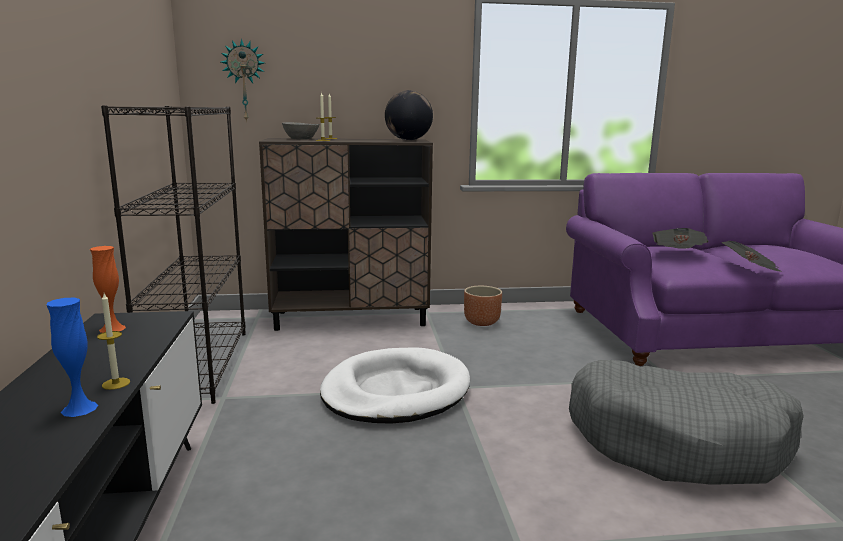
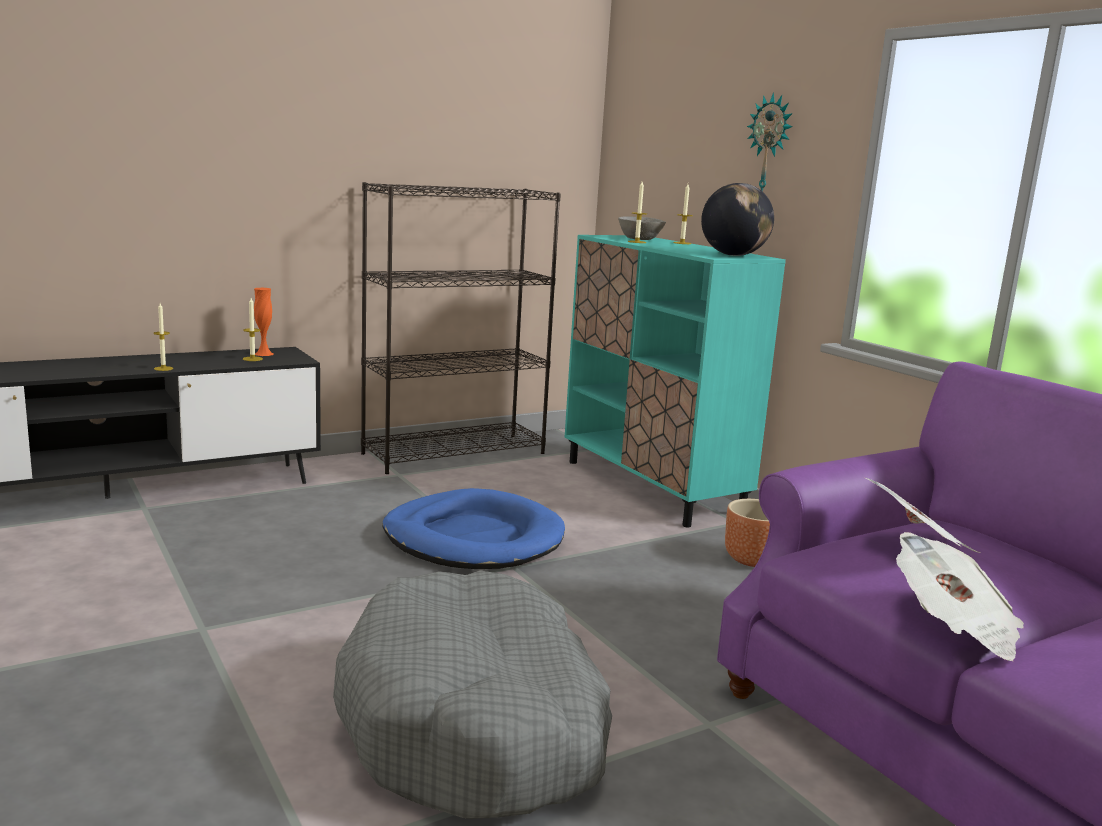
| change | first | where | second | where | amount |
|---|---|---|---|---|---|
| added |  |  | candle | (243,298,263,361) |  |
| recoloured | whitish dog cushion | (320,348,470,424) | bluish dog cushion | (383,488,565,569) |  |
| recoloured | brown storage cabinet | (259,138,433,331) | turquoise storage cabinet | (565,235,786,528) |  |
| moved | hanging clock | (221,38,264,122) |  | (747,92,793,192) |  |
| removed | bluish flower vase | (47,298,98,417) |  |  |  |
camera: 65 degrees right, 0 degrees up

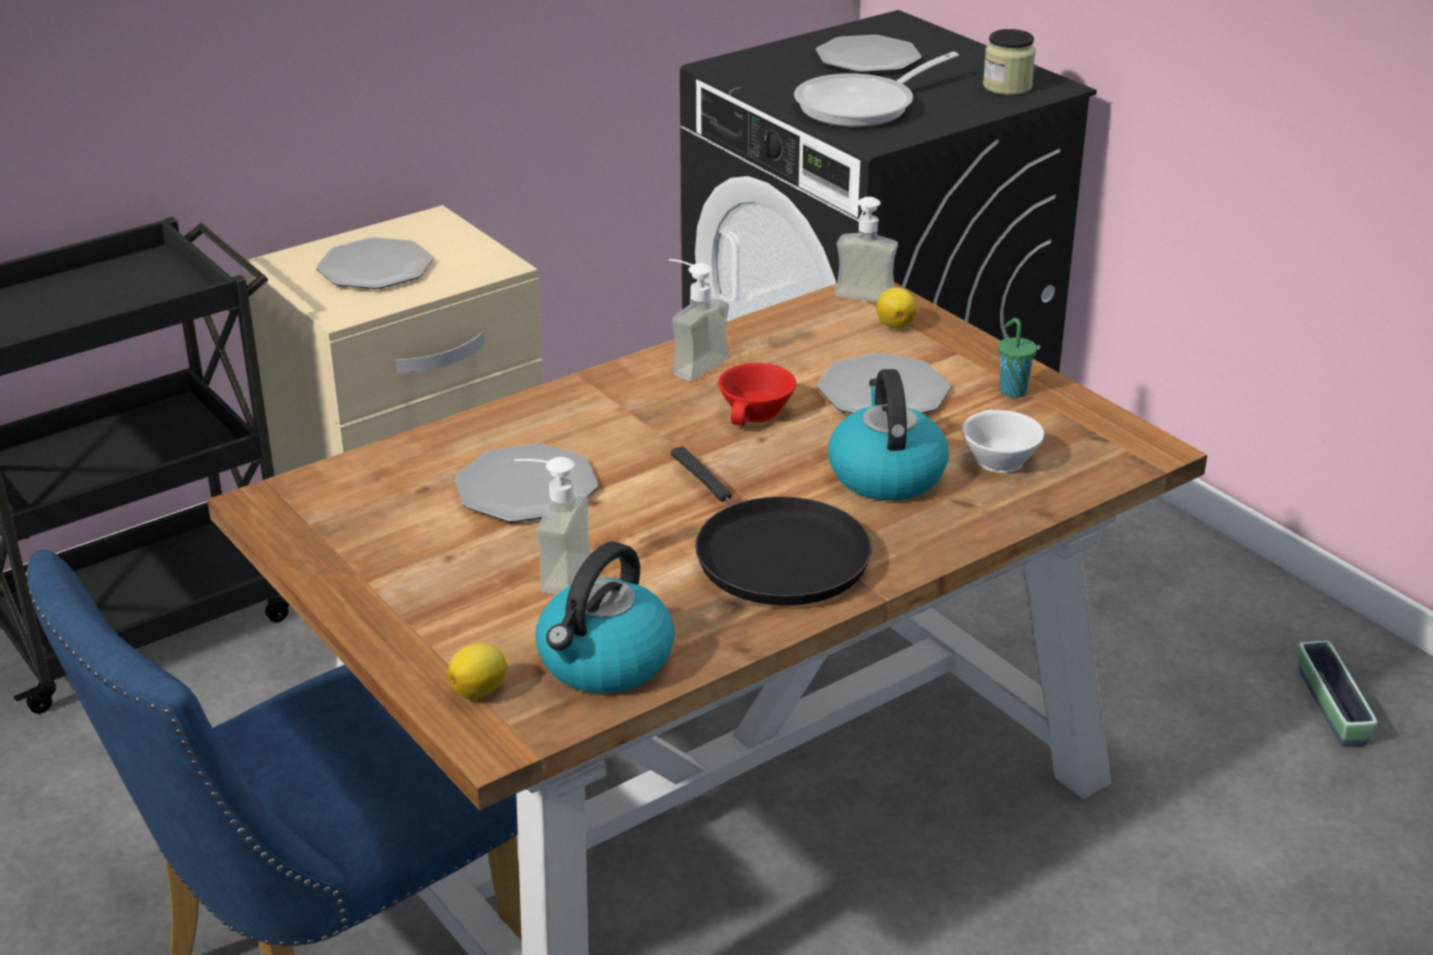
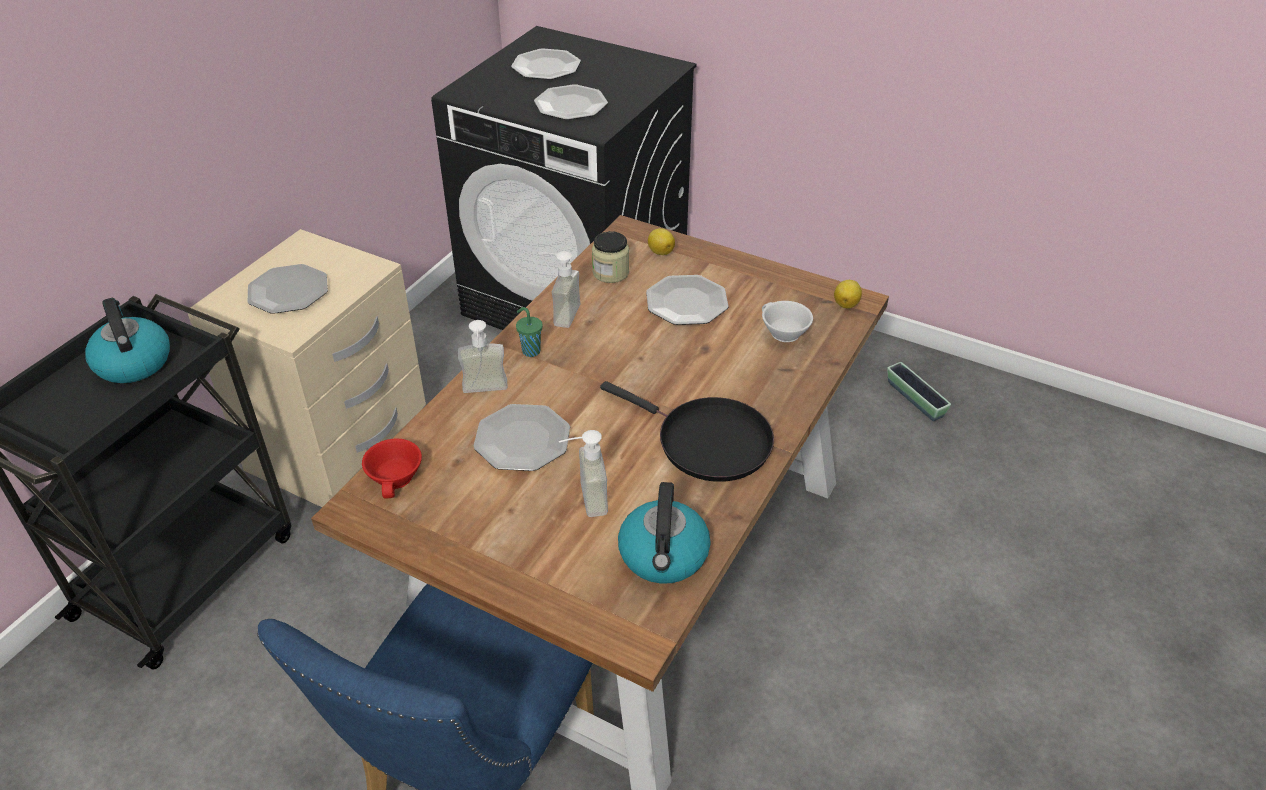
| change | first | where | second | where | amount |
|---|---|---|---|---|---|
| moved | tea kettle | (828,369,949,501) |  | (85,298,170,383) |  |
| moved | reddish cup | (718,363,796,426) |  | (362,439,422,499) |  |
| moved | soap dispenser | (835,197,898,302) |  | (458,320,508,393) |  |
| moved | green cup | (998,318,1037,398) |  | (516,307,543,357) |  |
| replaced | frying pan | (794,52,959,127) | plate | (534,84,608,120) |  |
| moved | preserve jar | (983,29,1036,95) |  | (592,231,629,283) |  |
| moved | lemon | (448,643,507,699) |  | (834,280,862,309) |  |
camera: 25 degrees left, 10 degrees up

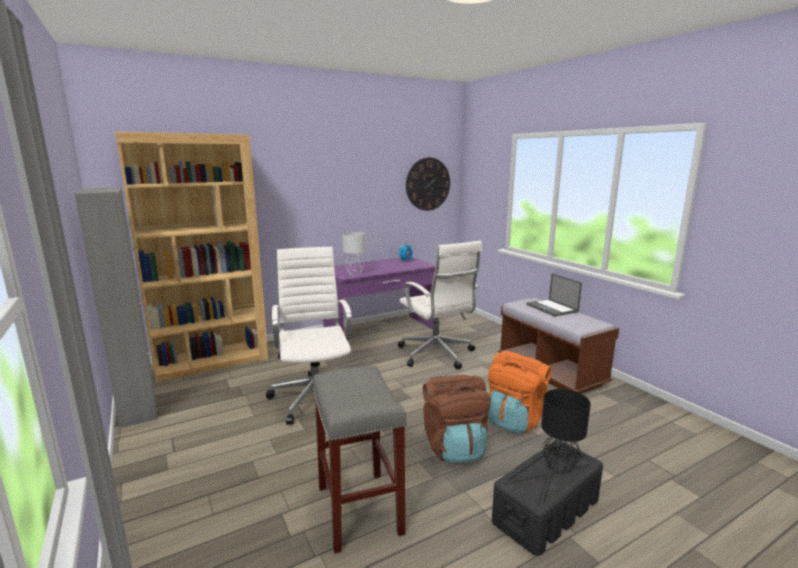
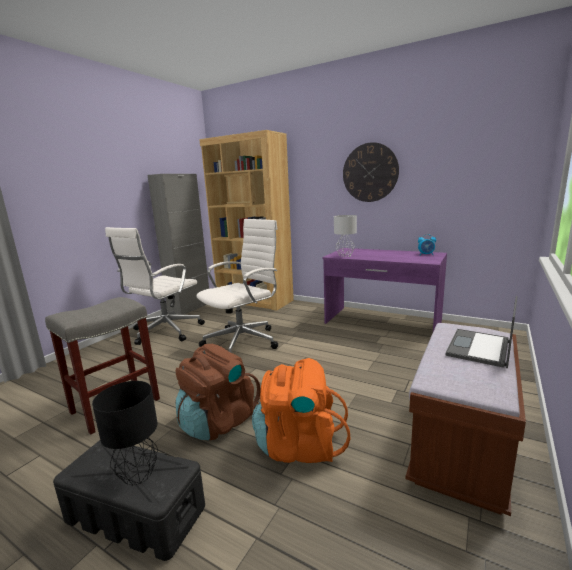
| change | first | where | second | where | amount |
|---|---|---|---|---|---|
| moved | whitish computer chair | (398,241,482,370) |  | (105,227,205,345) |  |
| moved | hanging clock | (406,158,450,211) |  | (343,142,399,202) |  |
camera: 60 degrees right, 0 degrees up

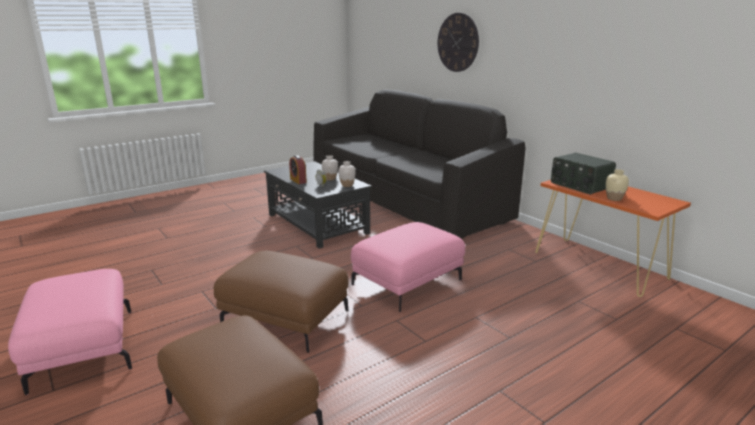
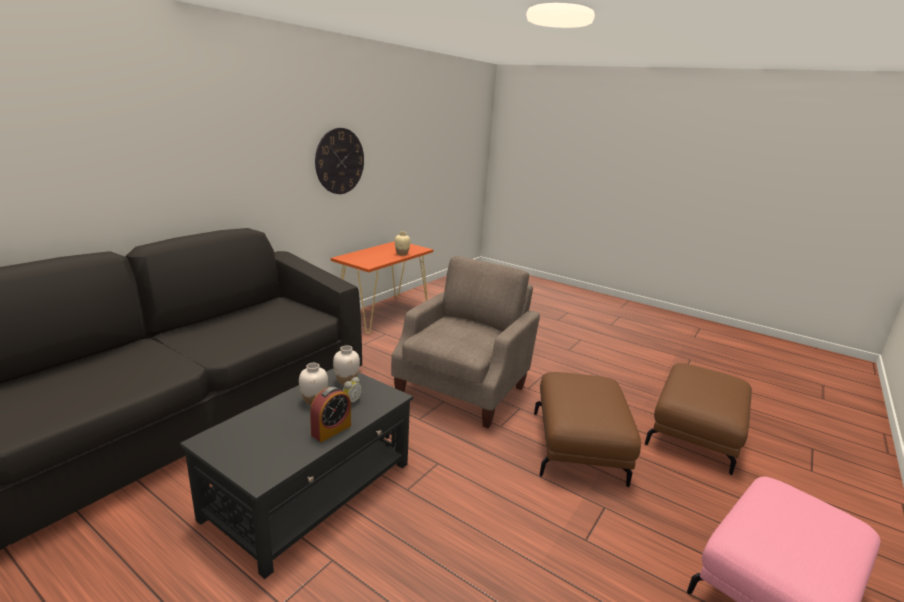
| change | first | where | second | where | amount |
|---|---|---|---|---|---|
| moved | hanging clock | (437,13,479,72) |  | (315,128,364,194) |  |
| replaced | pink-coloured pouffe | (351,222,465,312) | sand-coloured easy chair | (391,256,540,428) |  |
| removed | radio set | (551,153,616,194) |  |  |  |
camera: 110 degrees left, 0 degrees up

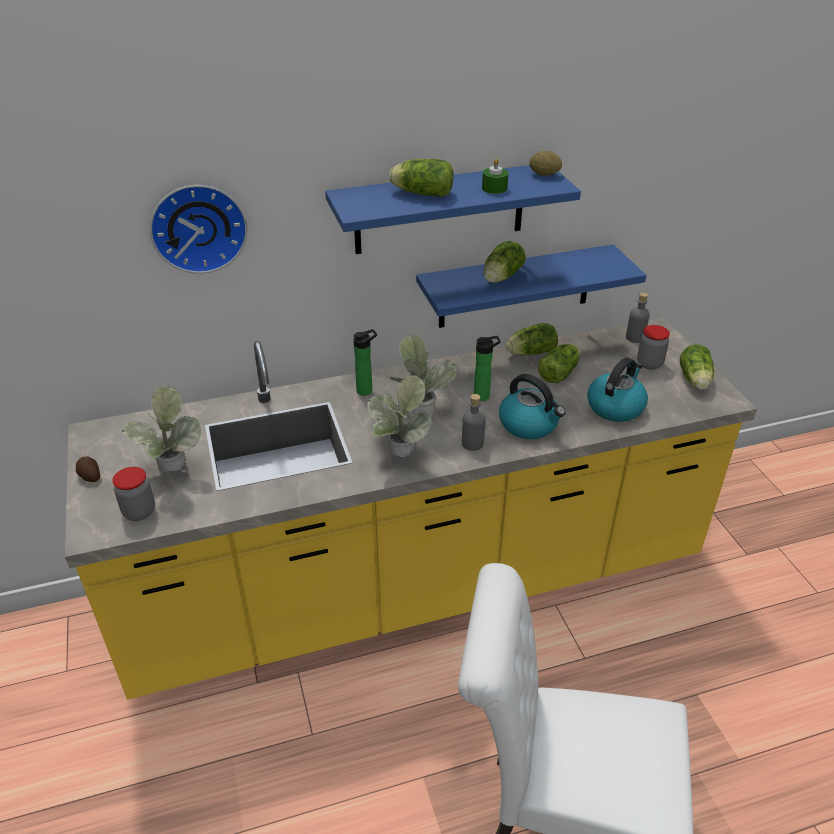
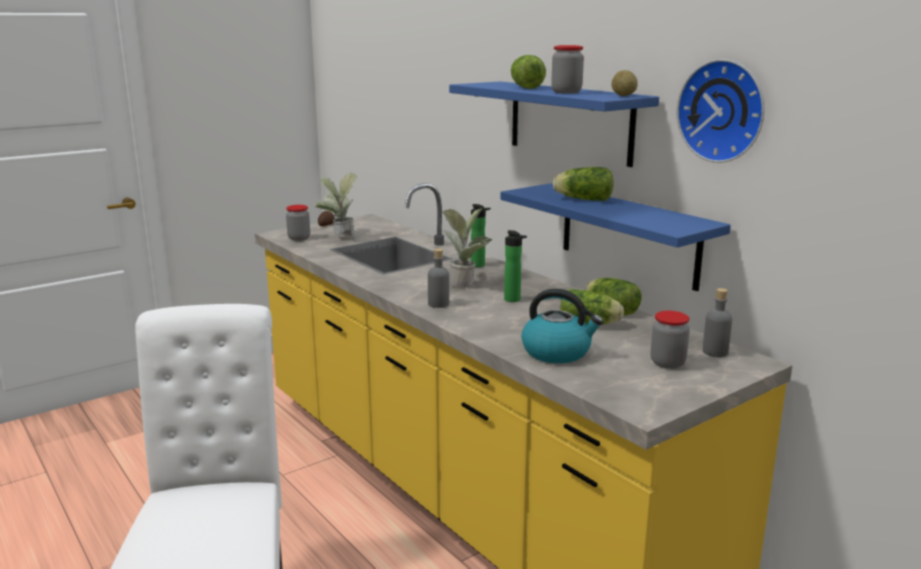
| change | first | where | second | where | amount |
|---|---|---|---|---|---|
| replaced | green candle | (482,159,508,194) | preserve jar | (551,45,584,94) |  |
| moved | hanging clock | (150,185,247,274) |  | (677,59,765,163) |  |
| removed | houseplant | (367,375,432,457) |  |  |  |
| removed | tea kettle | (499,374,566,439) |  |  |  |
| removed | lettuce | (680,344,714,390) |  |  |  |
camera: 70 degrees right, 20 degrees down

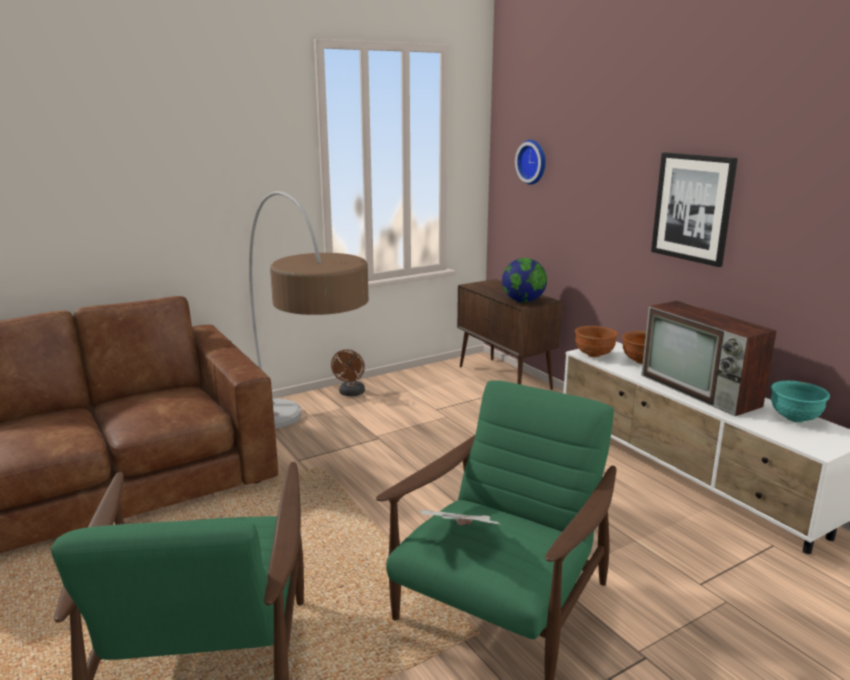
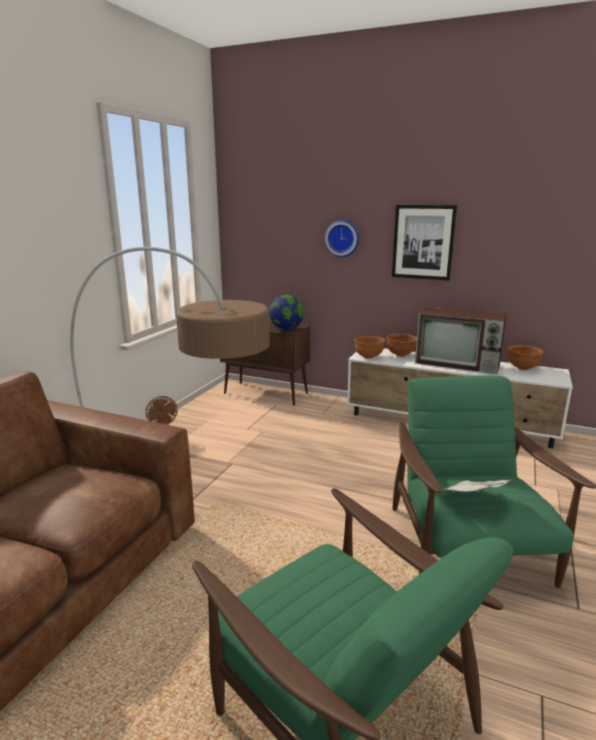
| change | first | where | second | where | amount |
|---|---|---|---|---|---|
| moved | hanging clock | (515,140,546,185) |  | (325,220,359,257) |  |
| recoloured | turquoise bowl | (771,381,830,423) | brown bowl | (508,345,544,370) |  |
camera: 35 degrees left, 0 degrees up

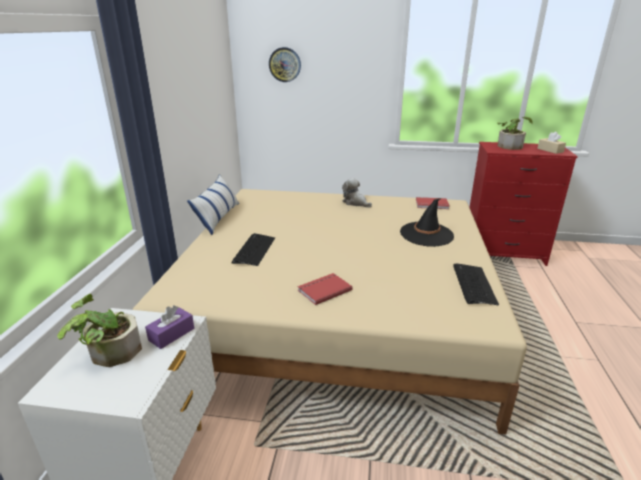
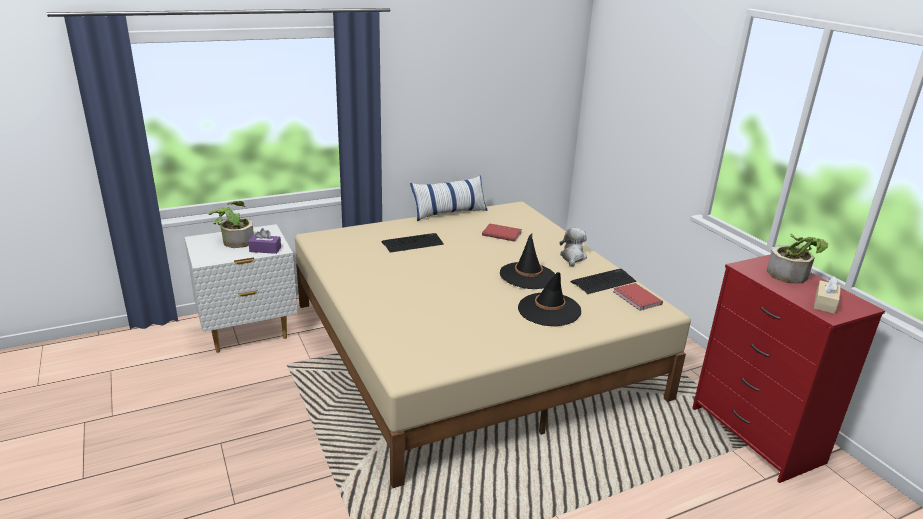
| change | first | where | second | where | amount |
|---|---|---|---|---|---|
| moved | reddish book | (297,273,353,305) |  | (482,224,522,242) |  |
| added |  |  | black-coloured hat | (500,233,555,289) |  |
| moved | keyboard | (453,263,499,305) |  | (571,269,636,294) |  |
| removed | hanging clock | (269,47,301,82) |  |  |  |
camera: 55 degrees right, 0 degrees up

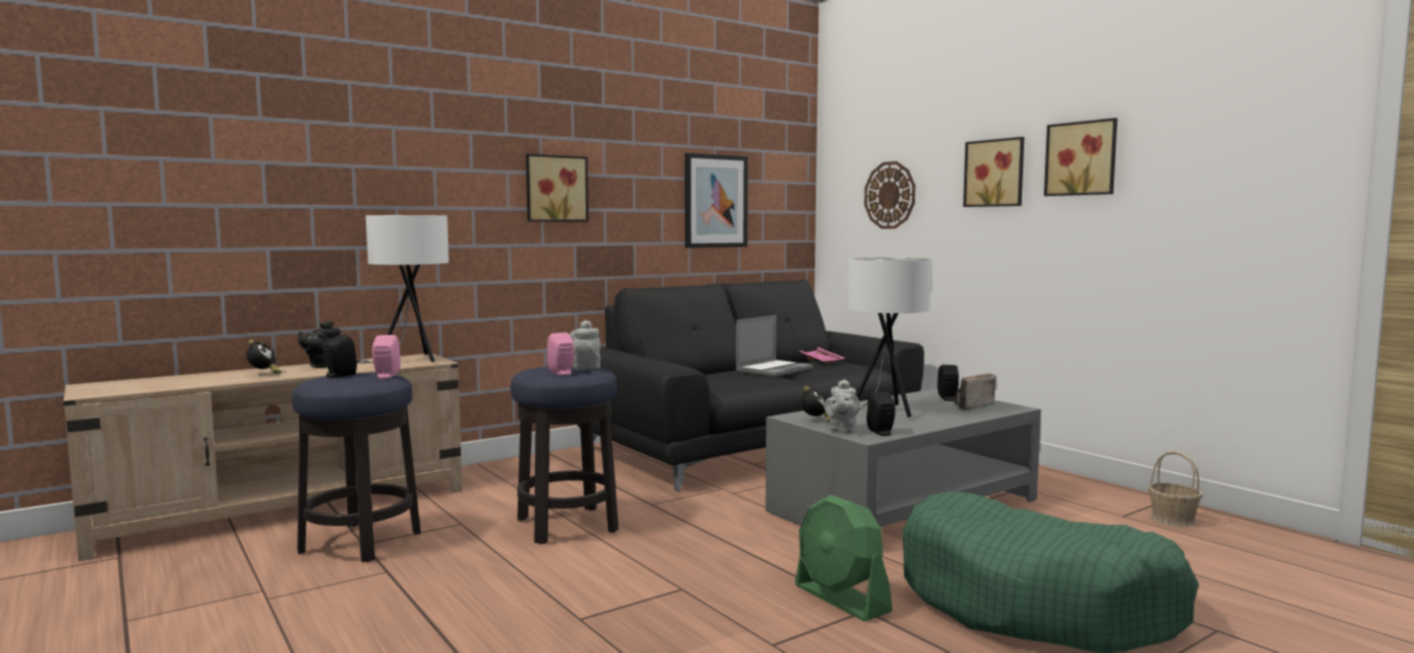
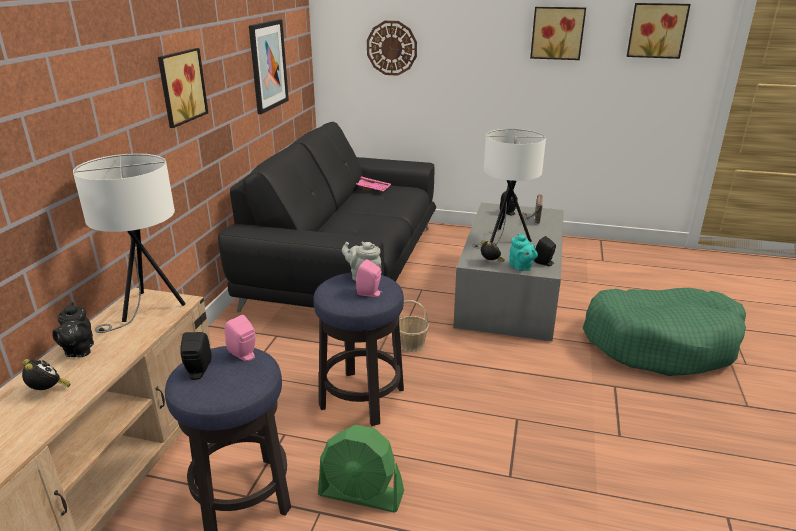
| change | first | where | second | where | amount |
|---|---|---|---|---|---|
| moved | green electric fan | (795,495,892,621) |  | (318,425,404,512) |  |
| moved | household basket | (1148,451,1202,527) |  | (399,300,429,352) |  |
| recoloured | greyish tea pot | (824,379,860,433) | turquoise tea pot | (509,233,538,271) |  |
| moved | wall picture | (963,137,1024,207) |  | (627,3,691,59) |  |
| removed | portable computer | (736,315,813,377) |  |  |  |
camera: 40 degrees left, 20 degrees up

